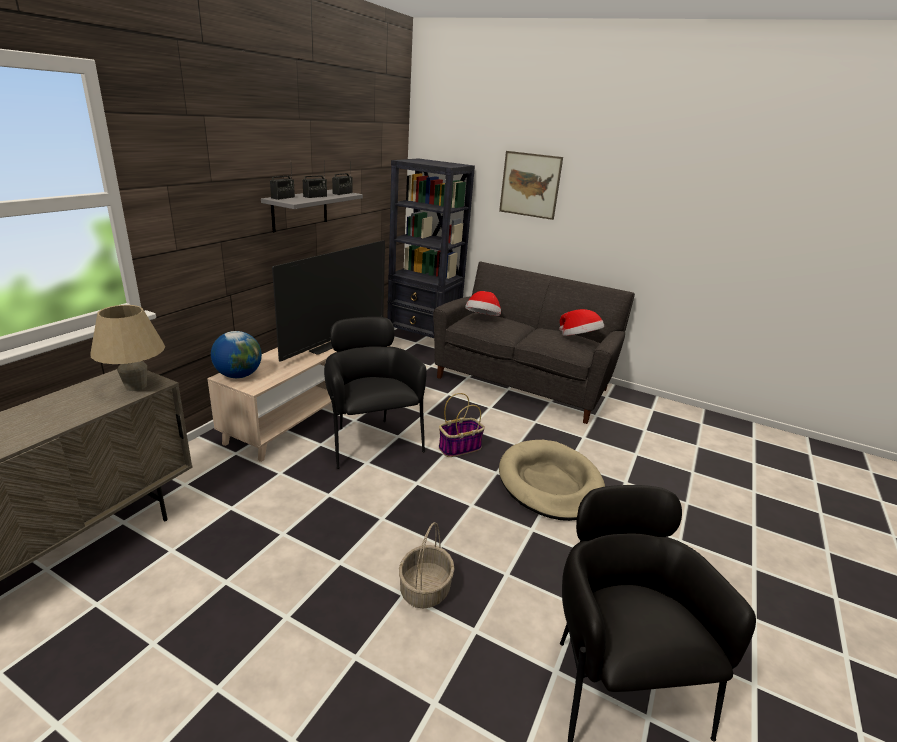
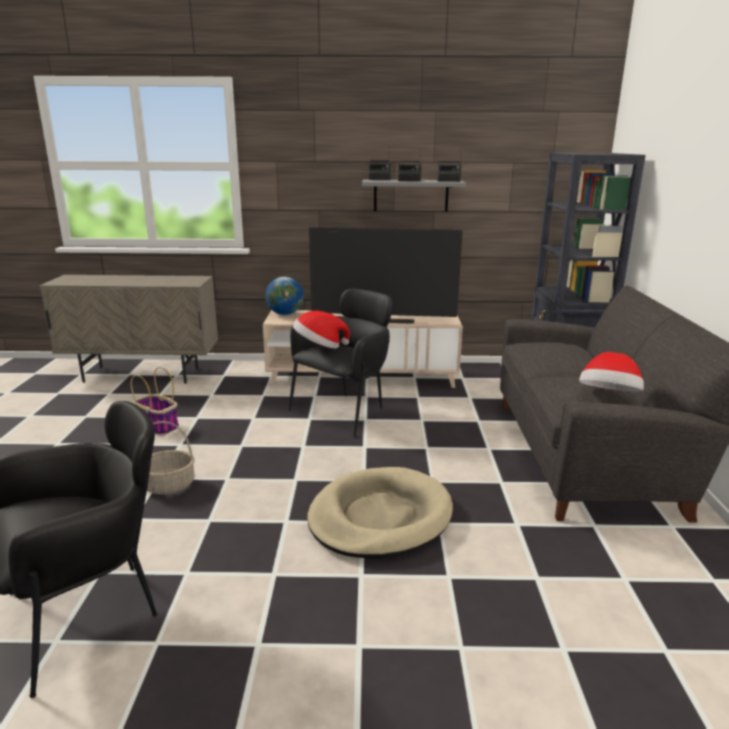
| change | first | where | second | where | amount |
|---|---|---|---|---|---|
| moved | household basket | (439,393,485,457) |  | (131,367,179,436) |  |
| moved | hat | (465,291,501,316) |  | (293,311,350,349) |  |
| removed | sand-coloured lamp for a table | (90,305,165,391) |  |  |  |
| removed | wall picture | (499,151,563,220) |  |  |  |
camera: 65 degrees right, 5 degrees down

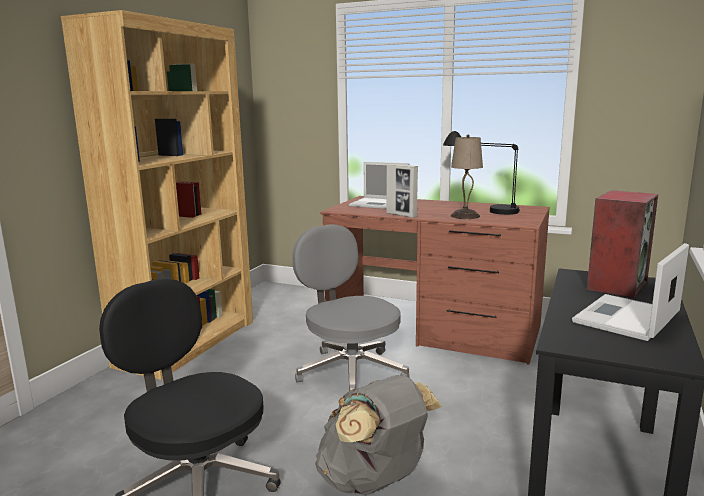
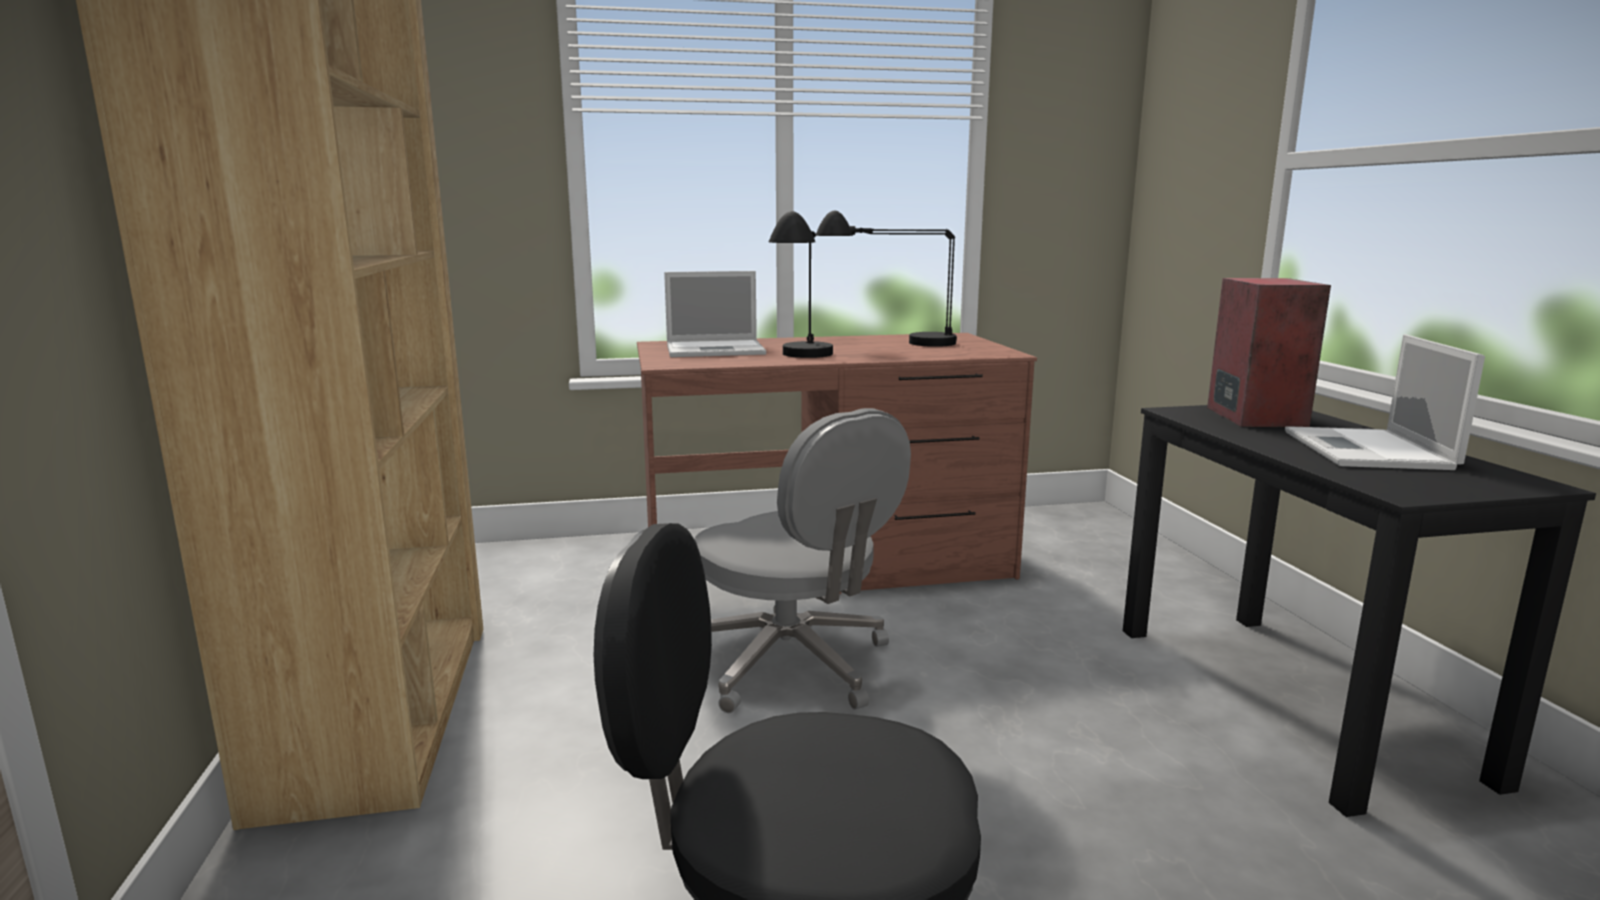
| change | first | where | second | where | amount |
|---|---|---|---|---|---|
| turned | greyish computer chair | (292,225,410,390) |  | (694,408,911,713) | 150 degrees counterclockwise |
| replaced | photo frame | (387,163,418,218) | black-coloured lamp for a table | (769,211,833,358) |  |
| removed | greyish knapsack | (315,375,442,495) |  |  |  |
| removed | sand-coloured lamp for a table | (450,135,483,219) |  |  |  |
camera: 35 degrees left, 0 degrees up

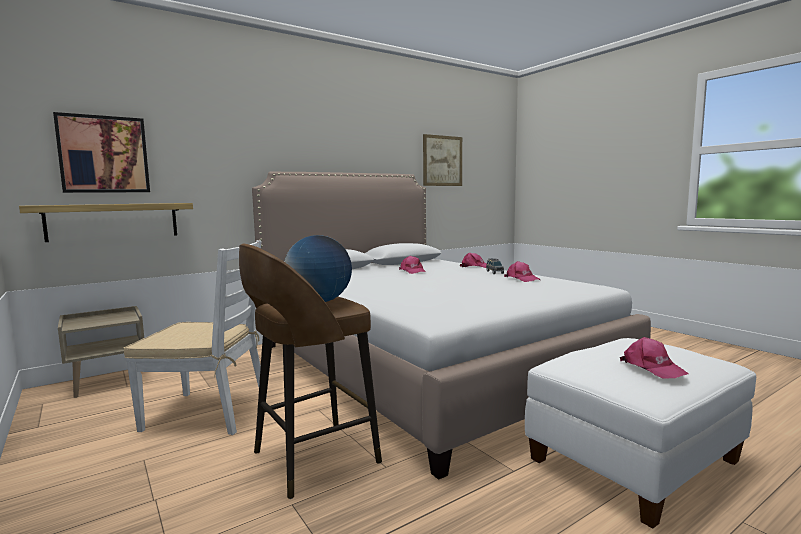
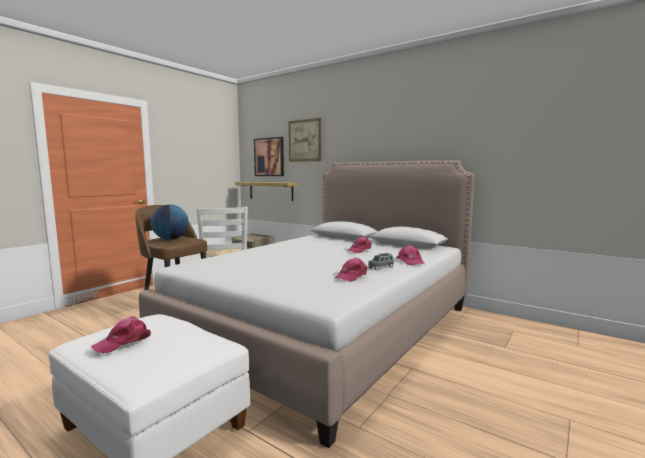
| change | first | where | second | where | amount |
|---|---|---|---|---|---|
| moved | wall picture | (423,134,462,186) |  | (288,118,322,162) |  |
camera: 70 degrees right, 0 degrees up

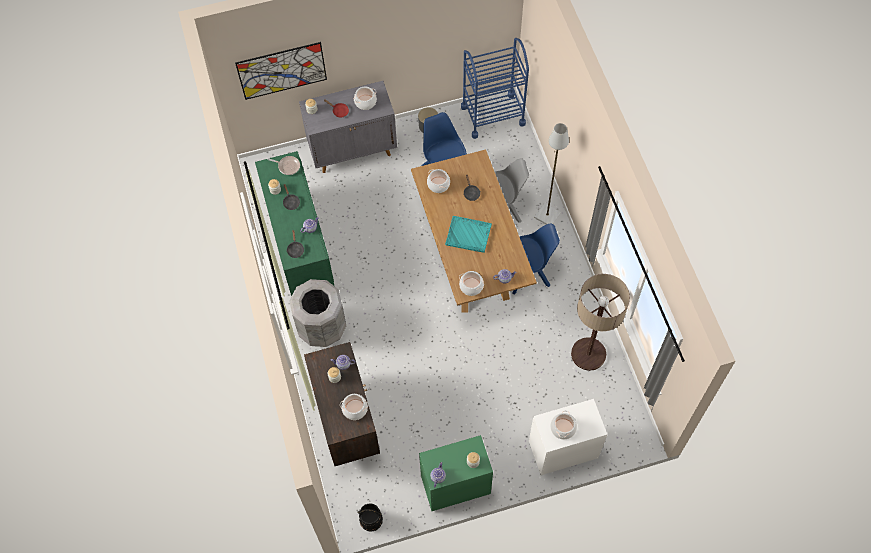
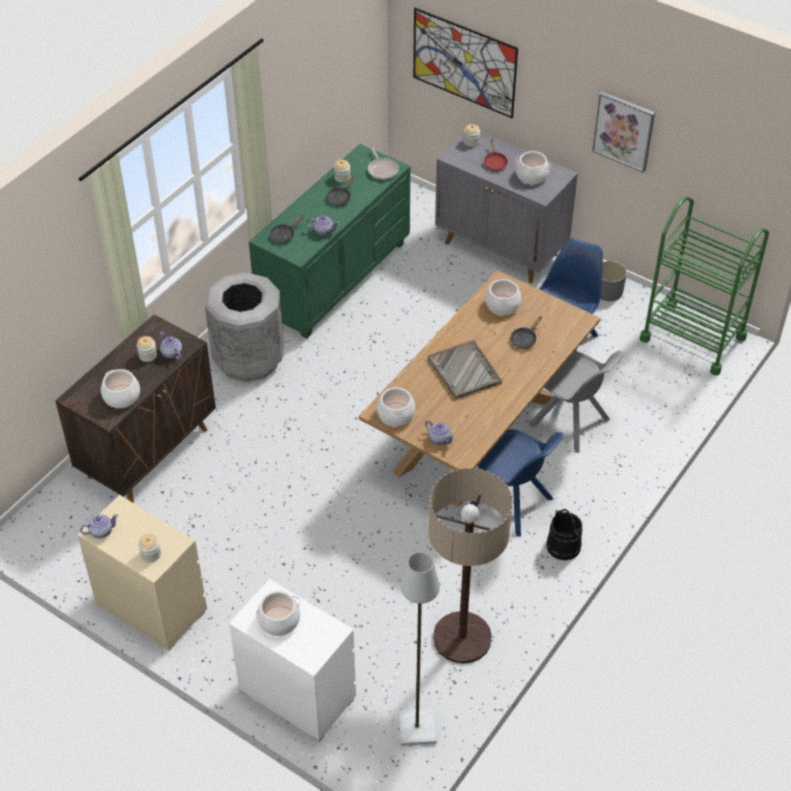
| change | first | where | second | where | amount |
|---|---|---|---|---|---|
| recoloured | green drawer chest | (419,435,493,511) | sand-coloured drawer chest | (77,495,207,651) |  |
| moved | greyish standing lamp | (534,123,569,224) |  | (398,552,440,746) |  |
| recoloured | turquoise serving tray | (445,216,492,253) | greyish serving tray | (428,340,502,399) |  |
| moved | black-coloured bucket | (357,503,383,532) |  | (547,509,582,560) |  |
| added |  |  | wall picture | (592,91,655,173) |  |
| recoloured | bluish trolley | (461,38,529,139) | green trolley | (640,196,769,375) |  |
camera: 50 degrees right, 15 degrees down

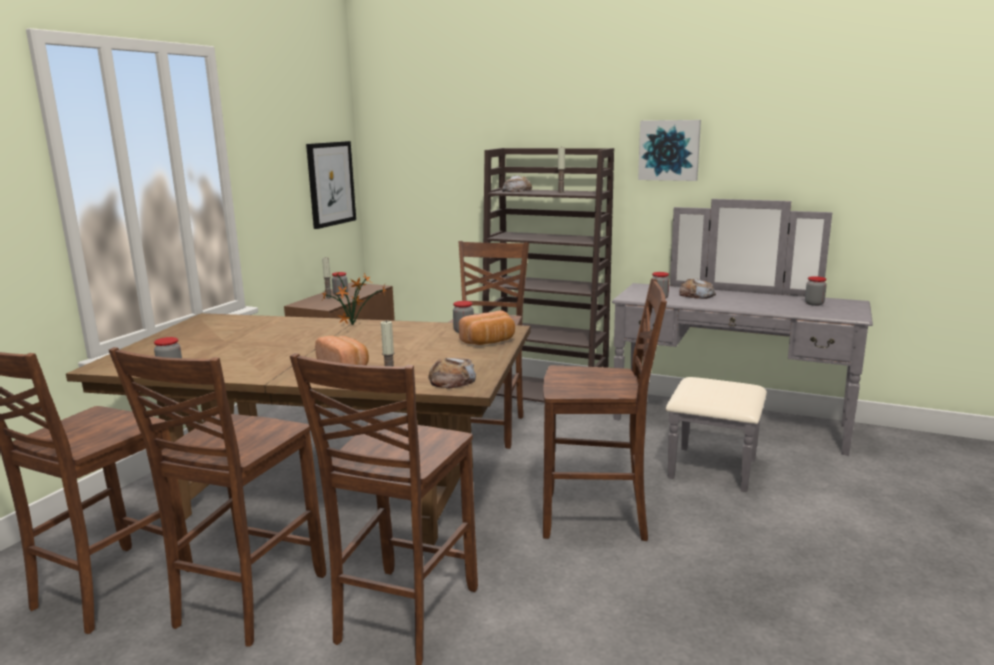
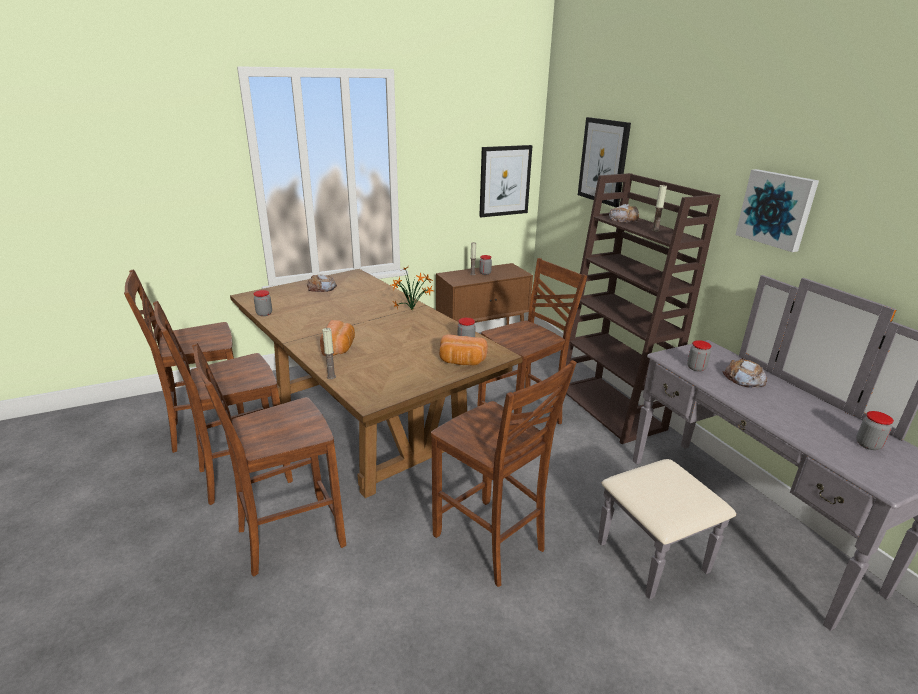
| change | first | where | second | where | amount |
|---|---|---|---|---|---|
| moved | bread | (428,358,476,389) |  | (307,275,337,292) |  |
| added |  |  | wall picture | (578,117,631,207) |  |
camera: 40 degrees right, 10 degrees up

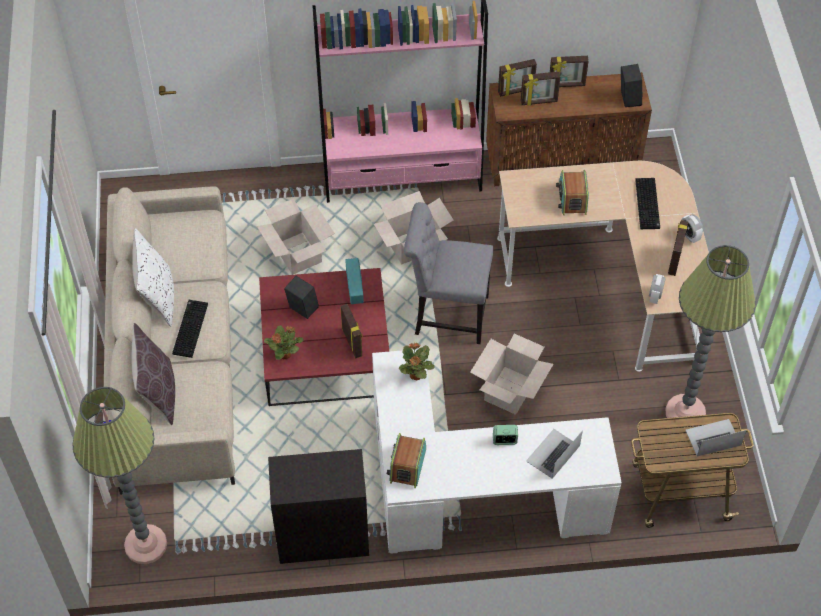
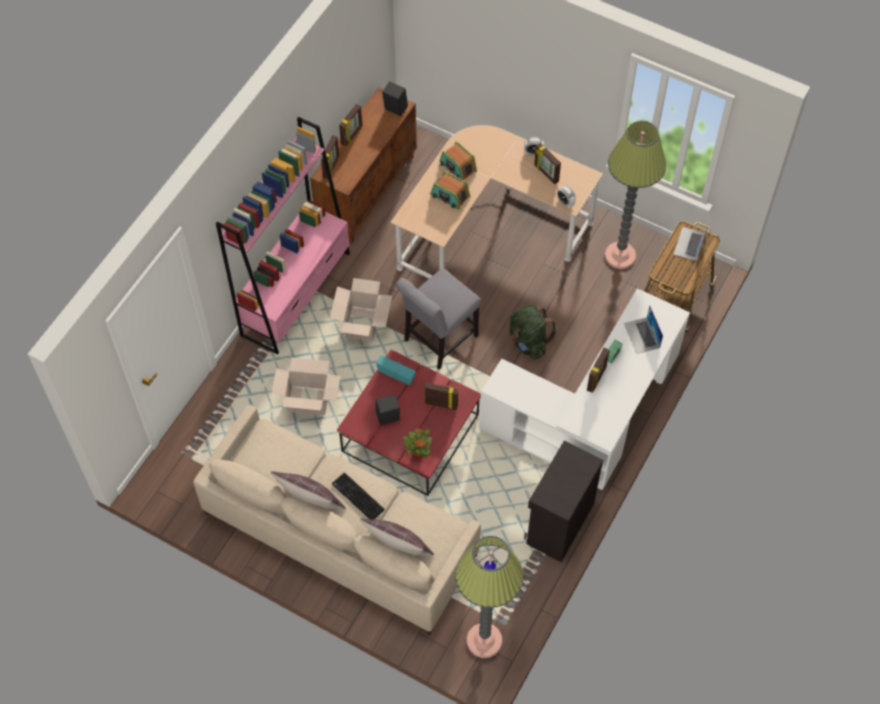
| change | first | where | second | where | amount |
|---|---|---|---|---|---|
| recoloured | whitish pillow | (132,228,174,327) | brown pillow | (271,472,346,509) |  |
| moved | radio set | (387,433,426,488) |  | (439,141,477,180) |  |
| replaced | packing box | (470,334,553,415) | green knapsack | (510,305,557,360) |  |
| moved | photo frame | (521,72,561,106) |  | (587,348,609,393) |  |
| removed | houseplant | (399,343,435,380) |  |  |  |
| removed | keyboard | (635,178,660,229) |  |  |  |
camera: 55 degrees left, 5 degrees up

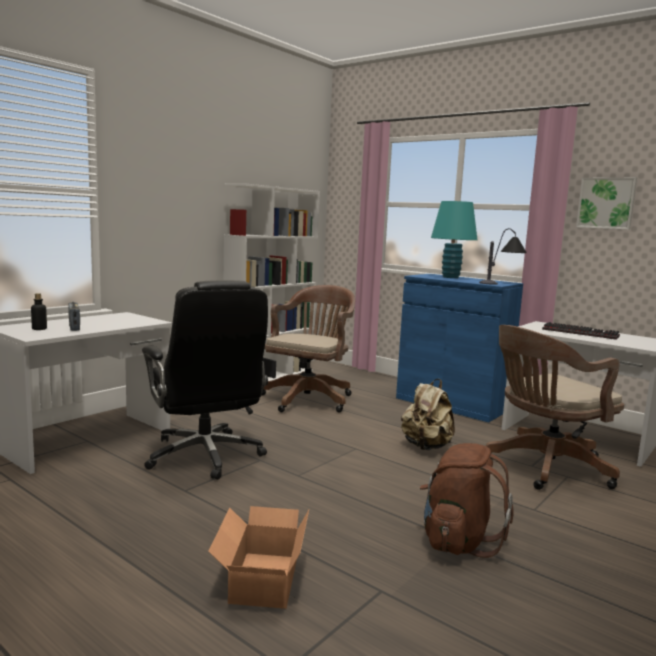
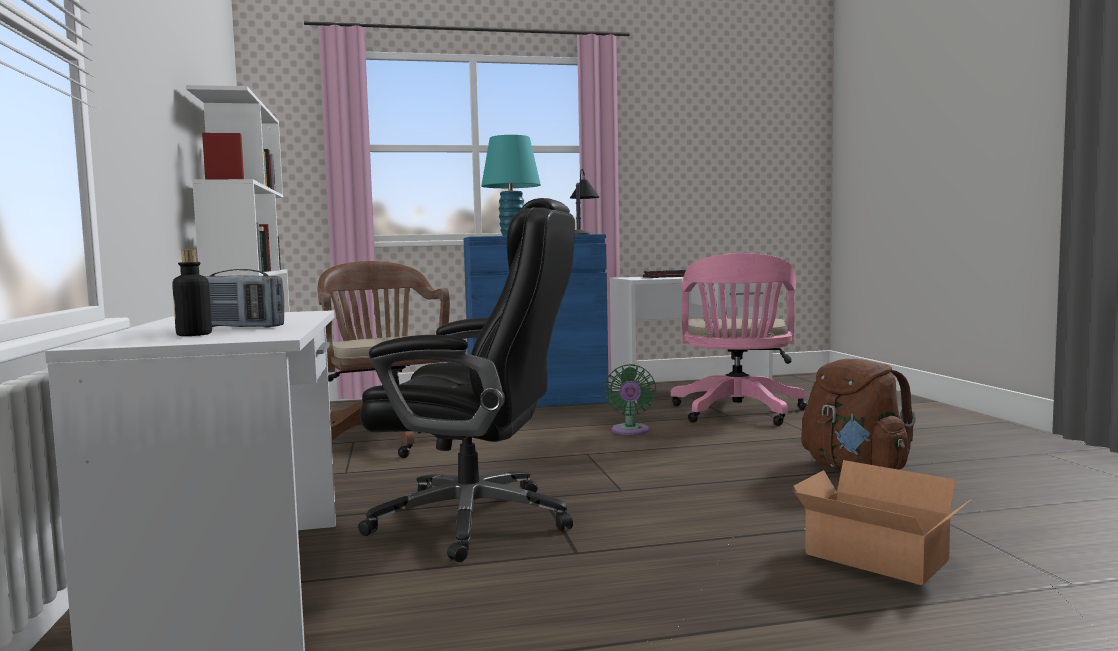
| change | first | where | second | where | amount |
|---|---|---|---|---|---|
| replaced | sand-coloured knapsack | (401,379,455,450) | green electric fan | (604,364,656,435) |  |
| recoloured | brown computer chair | (486,325,624,490) | pink-coloured computer chair | (671,253,808,426) |  |
| removed | wall picture | (576,177,637,230) |  |  |  |
camera: 50 degrees left, 5 degrees down

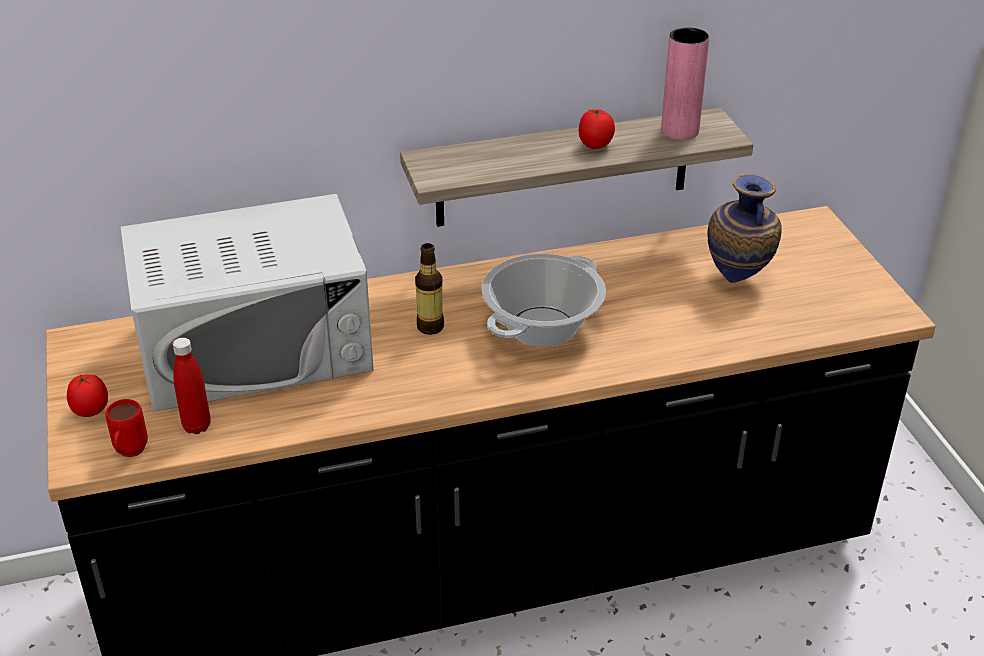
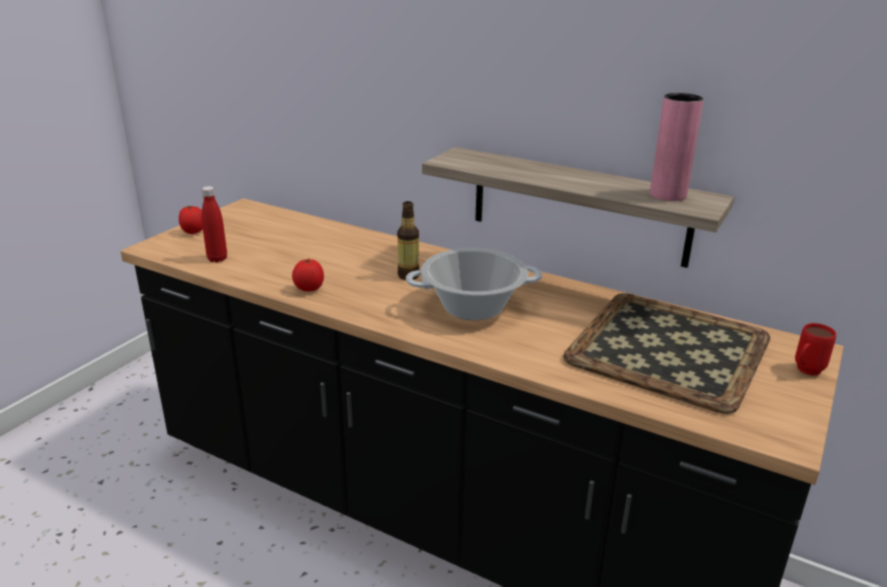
| change | first | where | second | where | amount |
|---|---|---|---|---|---|
| moved | whole tomato | (579,109,615,149) |  | (292,259,324,291) |  |
| replaced | flower vase | (707,174,781,283) | serving tray | (563,294,770,414) |  |
| moved | reddish mug | (106,399,148,457) |  | (795,323,836,375) |  |
| removed | whitish kitchen microwave | (121,194,374,412) |  |  |  |
camera: 45 degrees right, 10 degrees down

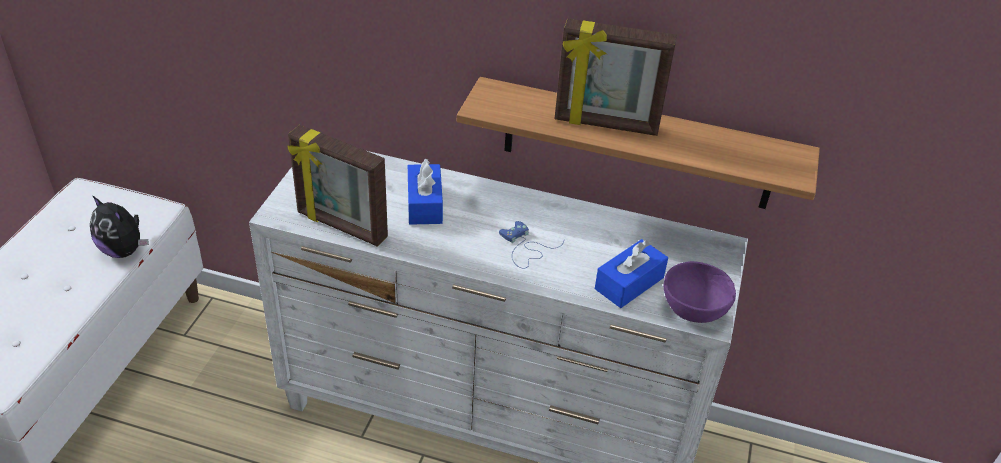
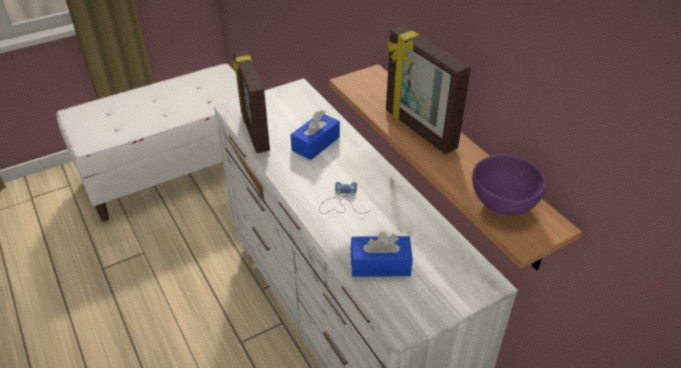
| change | first | where | second | where | amount |
|---|---|---|---|---|---|
| moved | purple-coloured bowl | (664,261,736,323) |  | (472,155,547,216) |  |
| removed | soft toy | (90,196,149,258) |  |  |  |
camera: 45 degrees right, 0 degrees up

